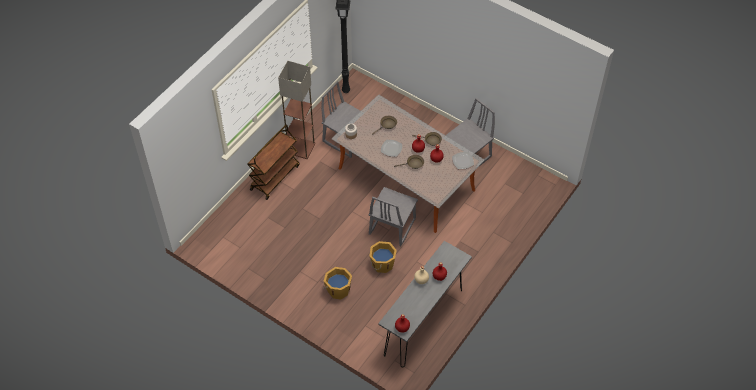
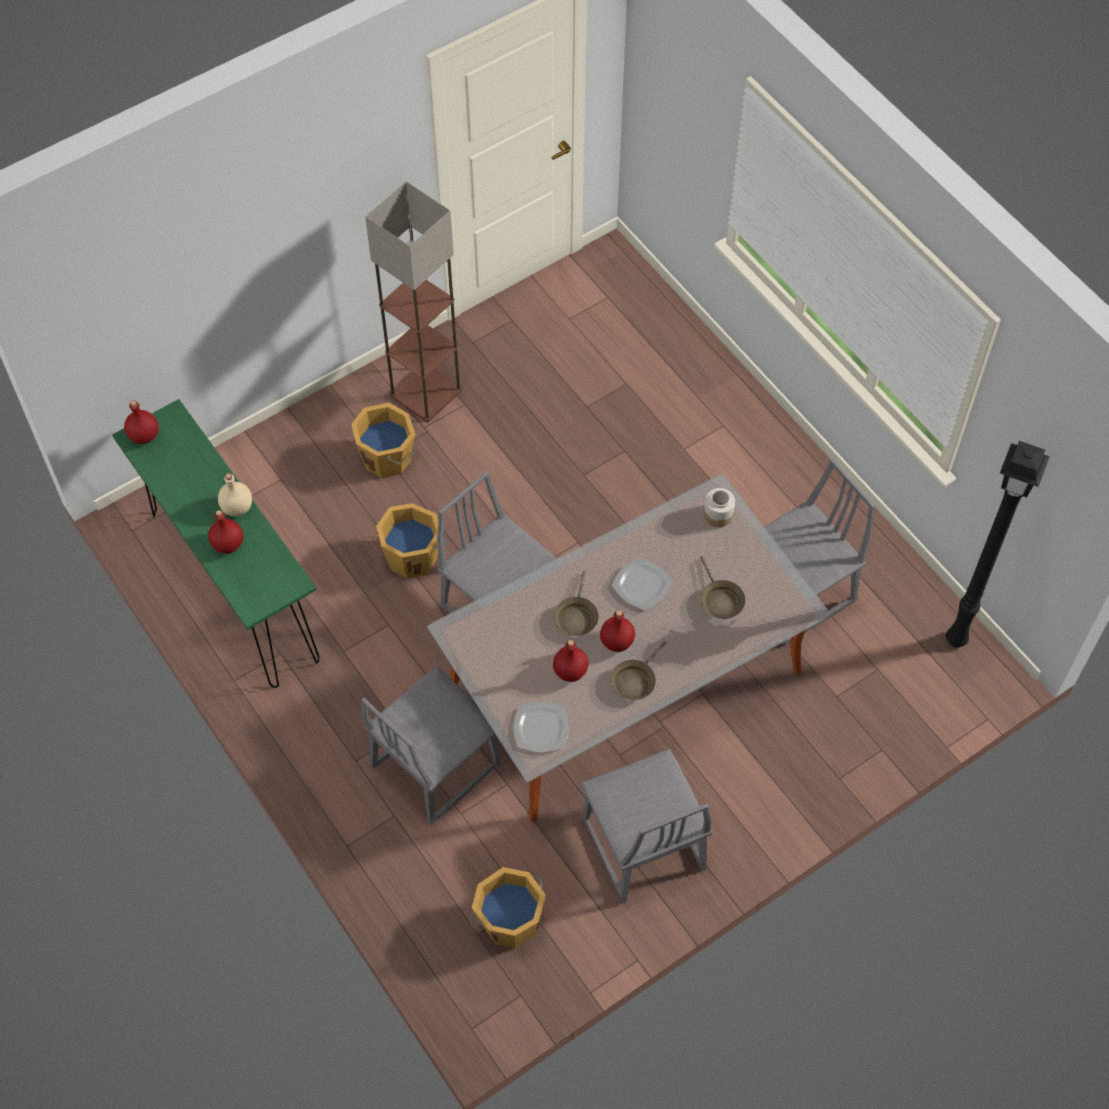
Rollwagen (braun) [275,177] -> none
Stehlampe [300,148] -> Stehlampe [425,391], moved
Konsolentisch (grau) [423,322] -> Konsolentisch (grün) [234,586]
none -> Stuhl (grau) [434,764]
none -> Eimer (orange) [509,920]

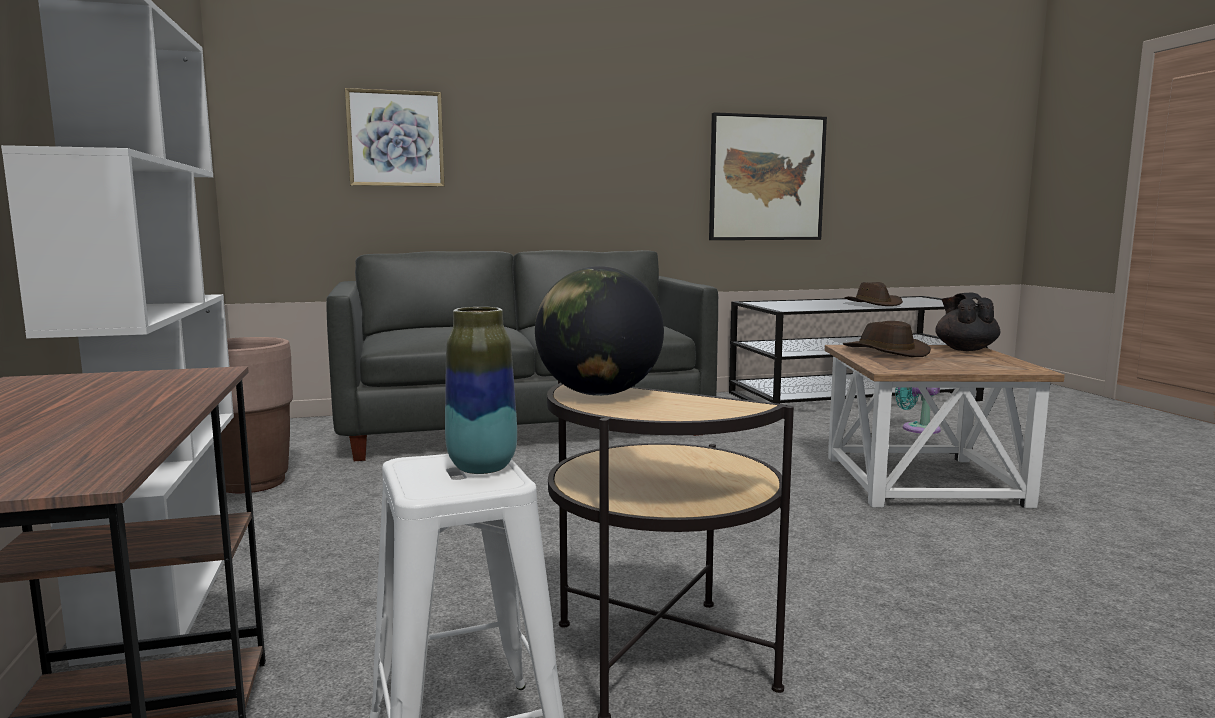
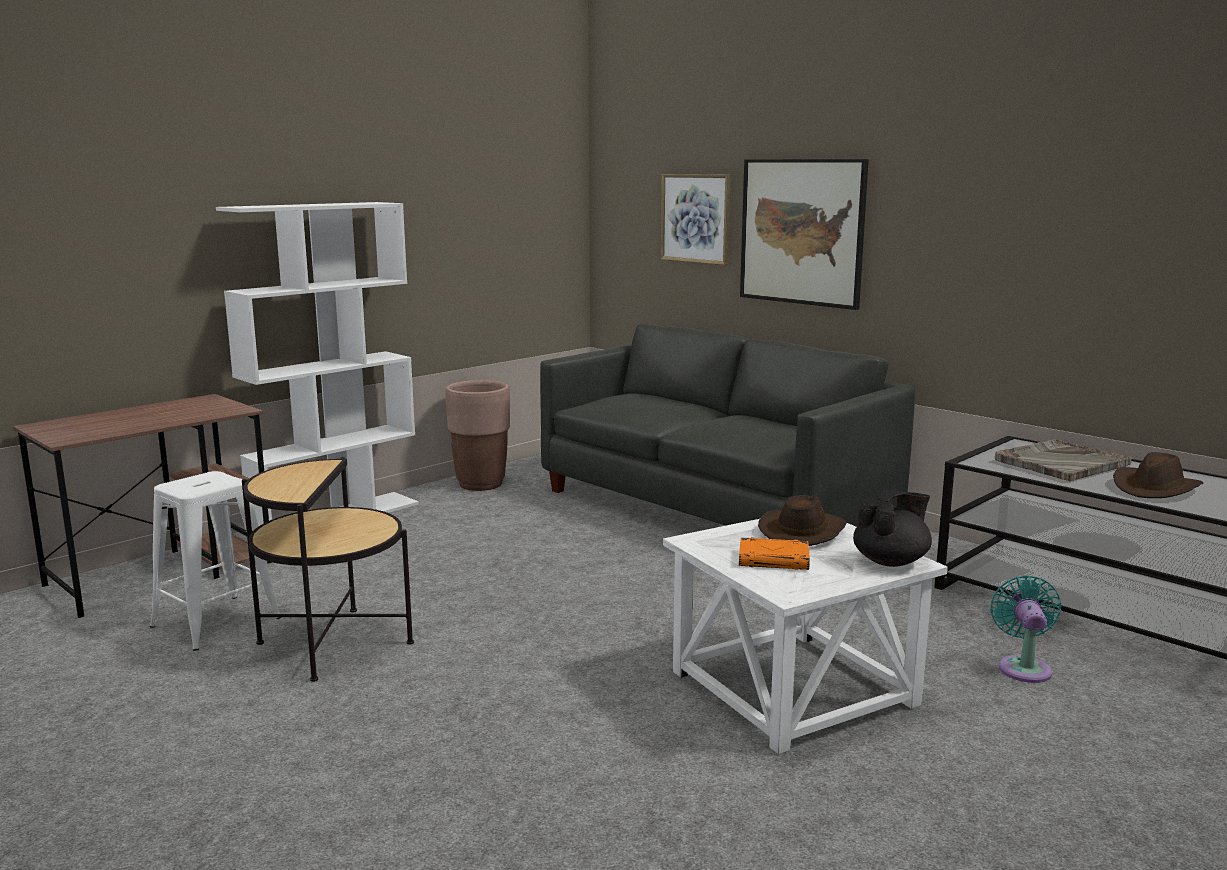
Vase [482,468] -> none
Globus [599,394] -> none
Bild [766,178] -> Bild [802,232], moved
Beistelltisch (braun) [924,480] -> Beistelltisch (weiß) [796,689]
none -> Buch (orange) [774,559]
none -> Tablett (grau) [1060,462]

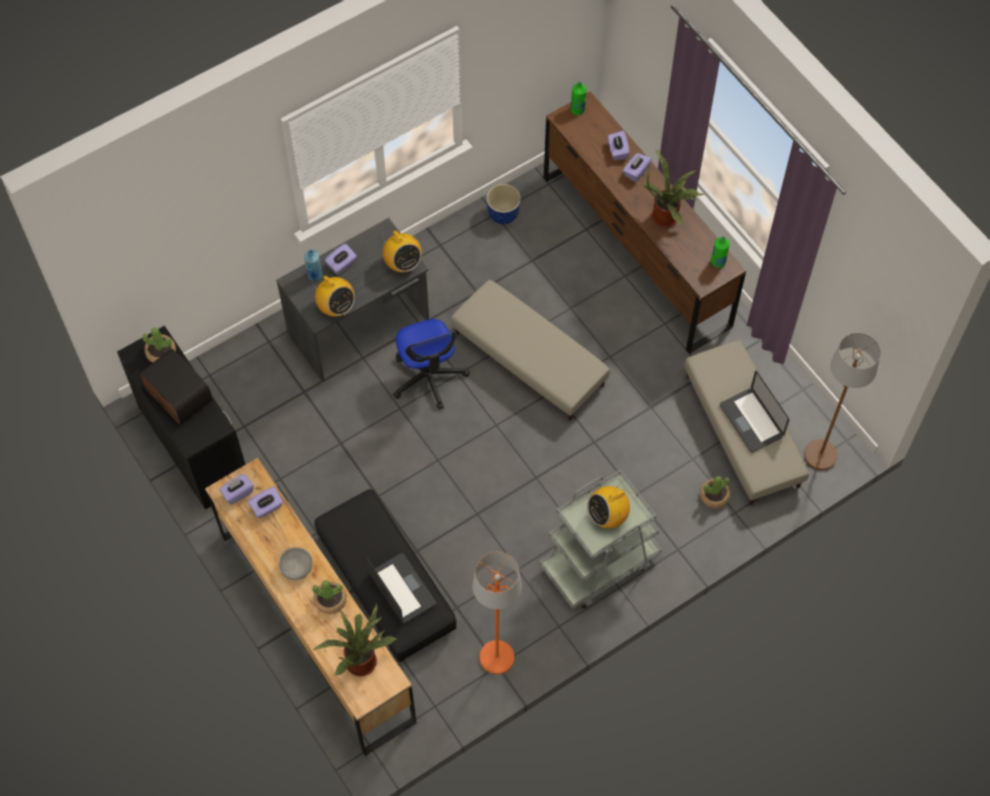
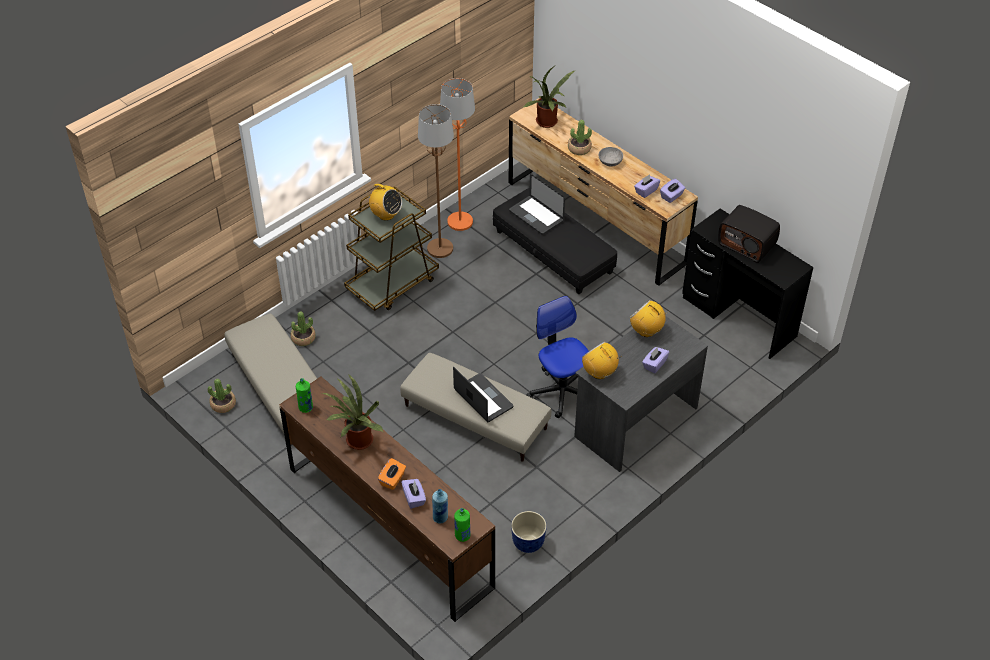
Topfpflanze [161,352] -> Topfpflanze [223,404], moved
Flasche (blau) [315,275] -> Flasche (blau) [440,517], moved
Rollwagen (grau) [599,563] -> Rollwagen (braun) [393,284]
Radio [607,516] -> Radio [386,215], 75 degrees clockwise
Taschentuchbox (lila) [636,172] -> Taschentuchbox (orange) [392,480]
Laptop [751,421] -> Laptop [483,399], moved
Stehlampe (braun) [820,455] -> Stehlampe (braun) [440,248], moved

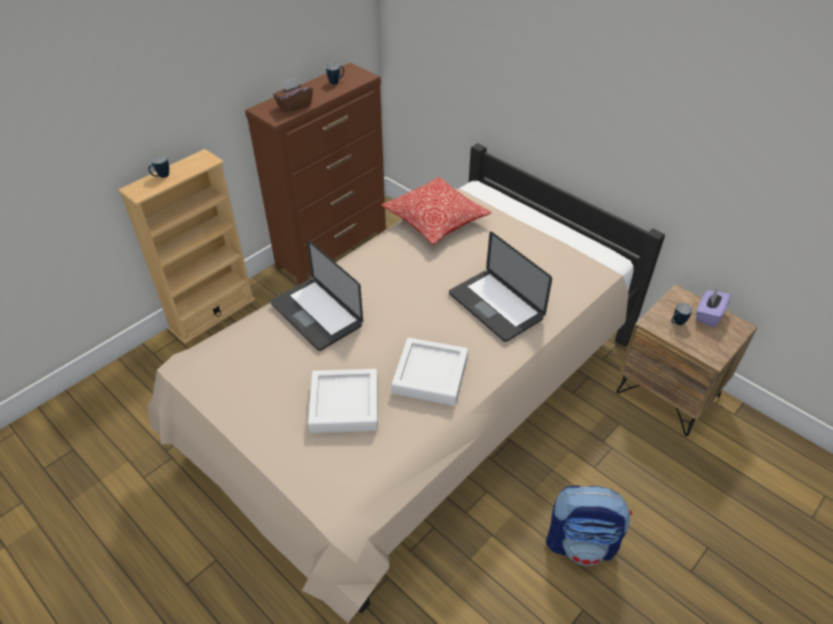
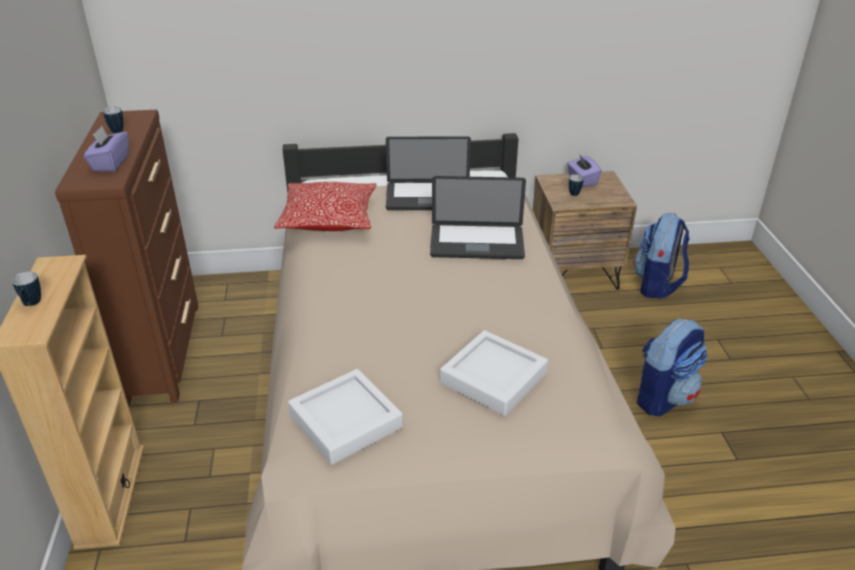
Laptop [316,315] -> Laptop [428,198], moved
Taschentuchbox (braun) [294,105] -> Taschentuchbox (lila) [110,163]
Tablett (weiß) [430,375] -> Tablett (weiß) [345,421], moved
none -> Rucksack [657,285]

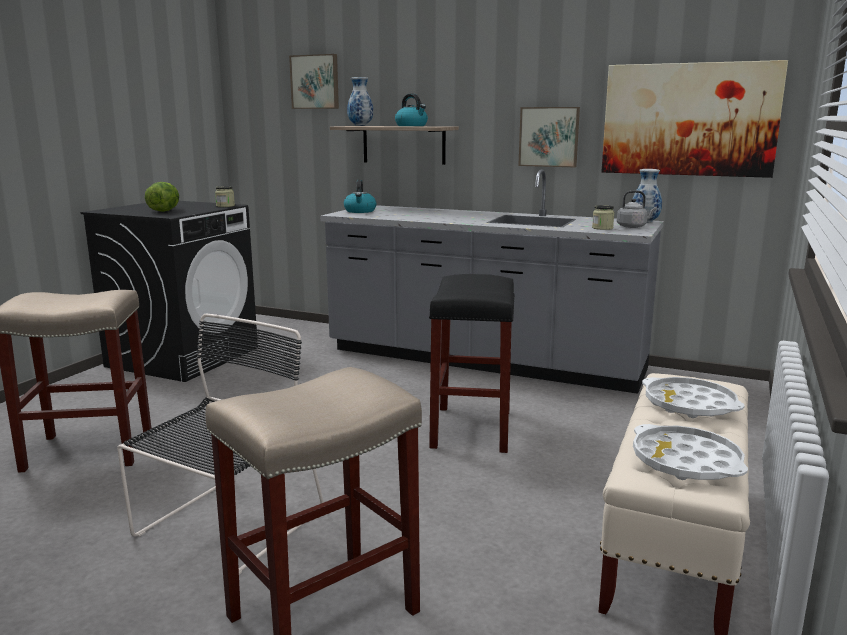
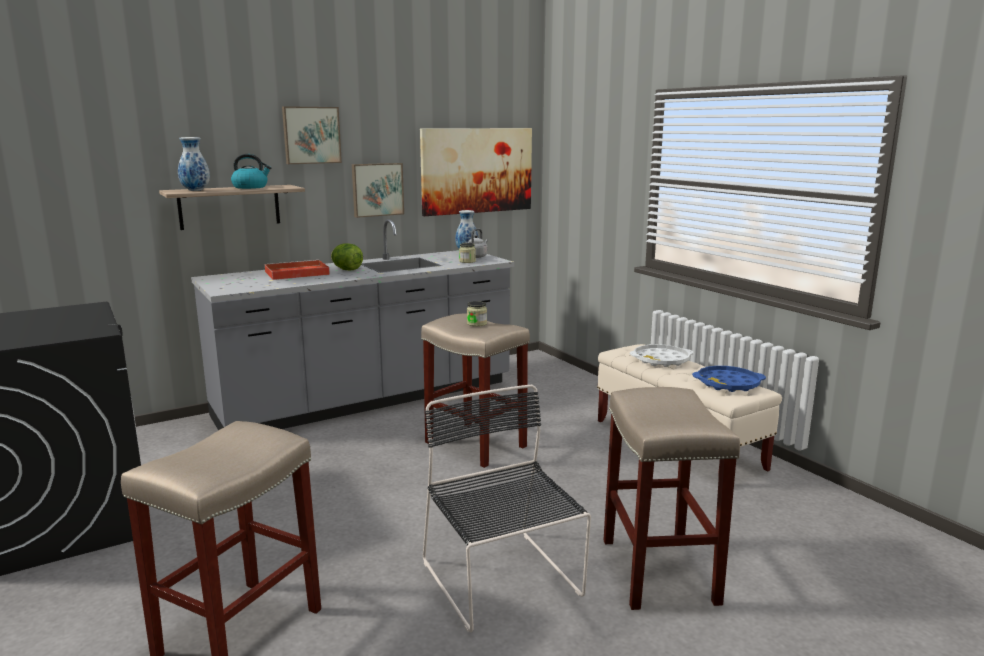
Salatkopf [164,211] -> Salatkopf [347,270], moved
Vorratsglas [225,206] -> Vorratsglas [477,324], moved
Bild [315,82] -> Bild [311,135], moved
Wasserkessel [360,211] -> none
Hocker (schwarz) [472,429] -> Hocker (beige) [477,444]
Tablett (weiß) [686,462] -> Tablett (blau) [728,384]
none -> Tablett (rot) [295,273]

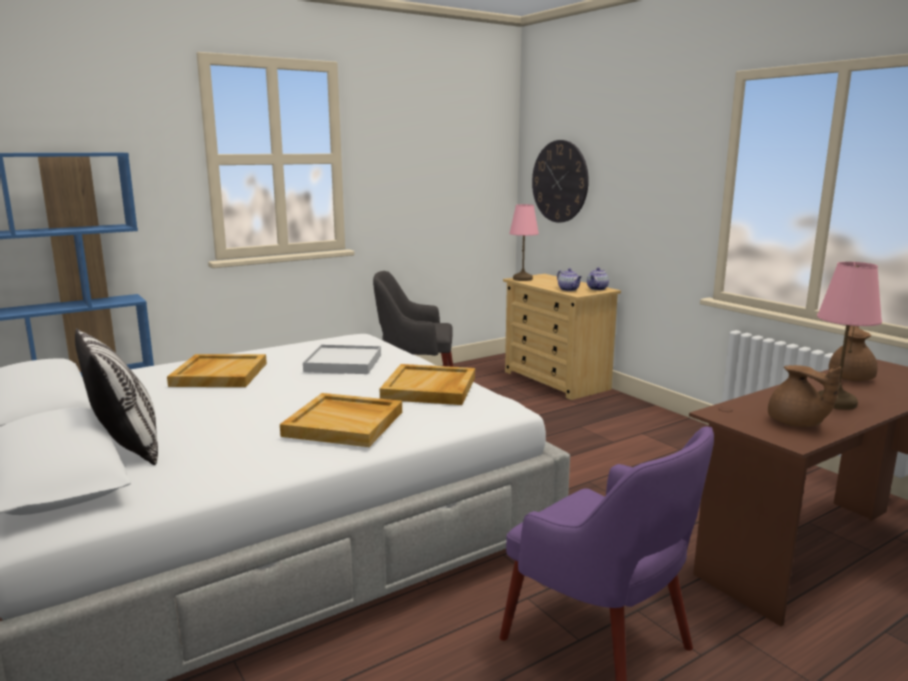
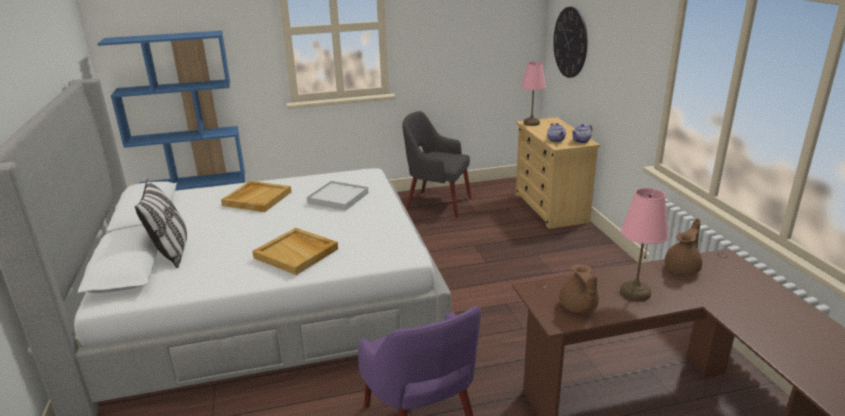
Tablett (beige) [430,388] -> none

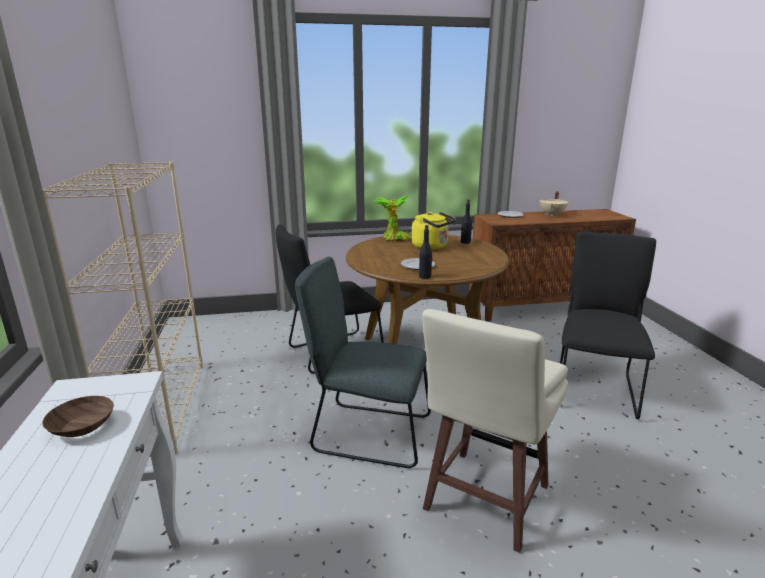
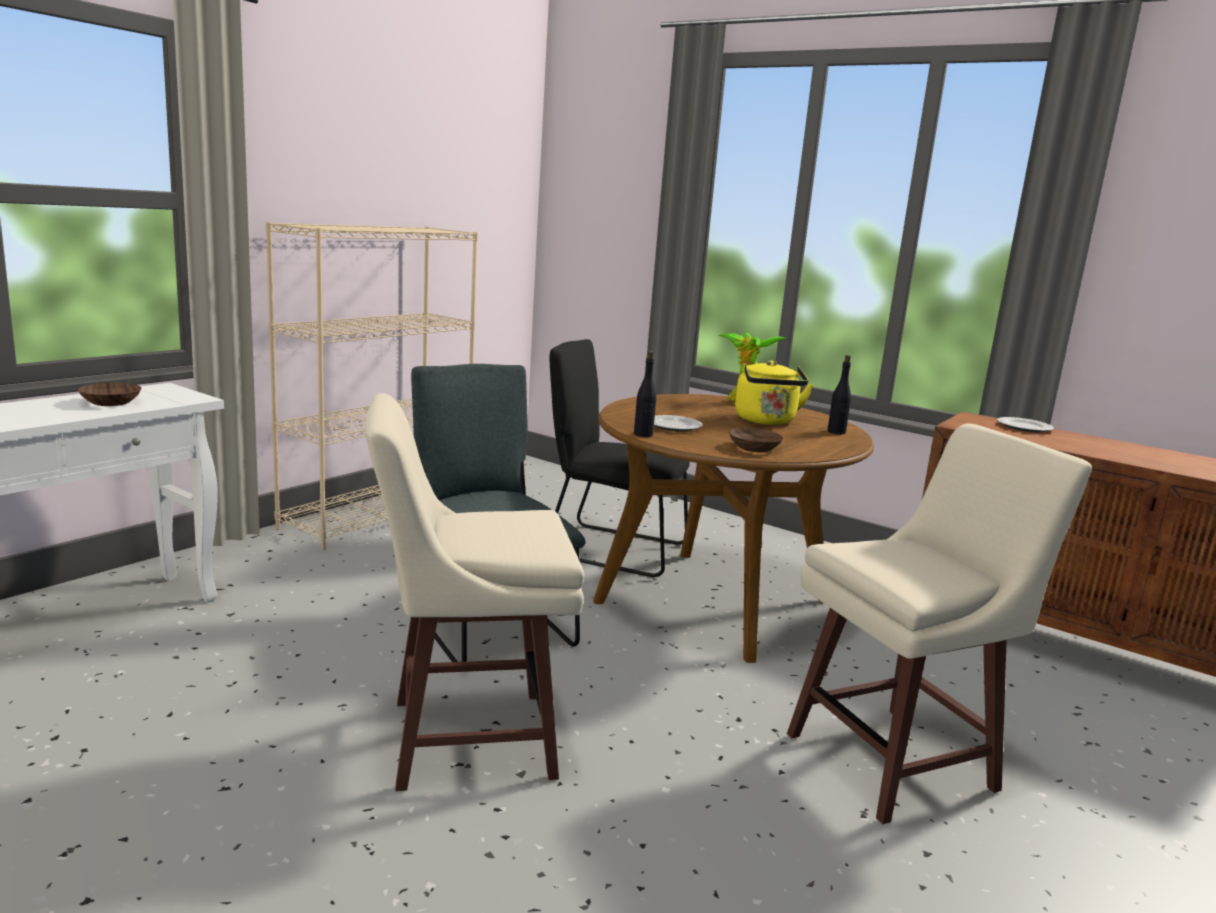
Kochtopf (beige) [553,215] -> none
Stuhl (schwarz) [594,387] -> Hocker (beige) [896,761]
none -> Schüssel (braun) [755,448]

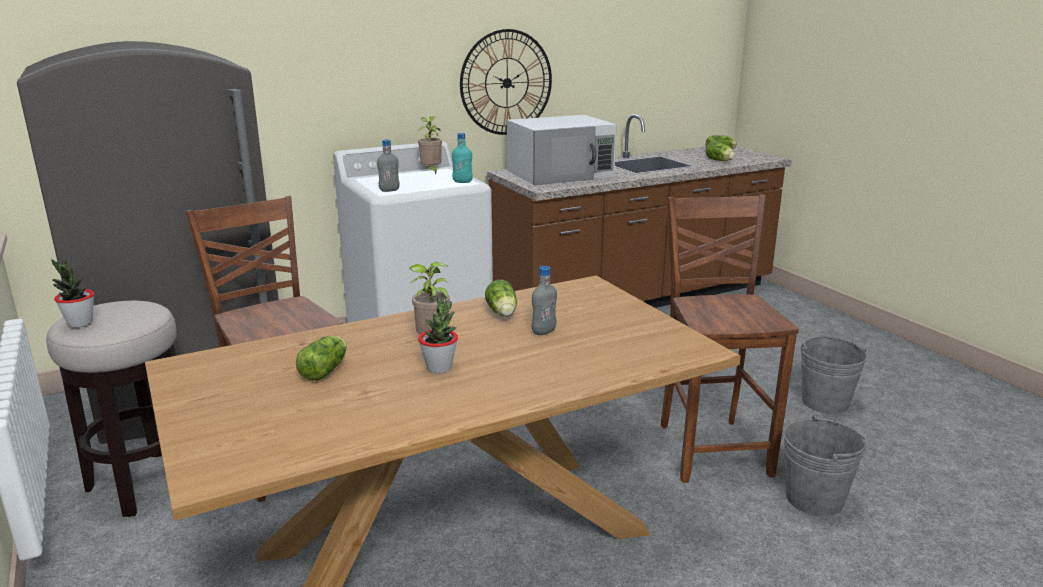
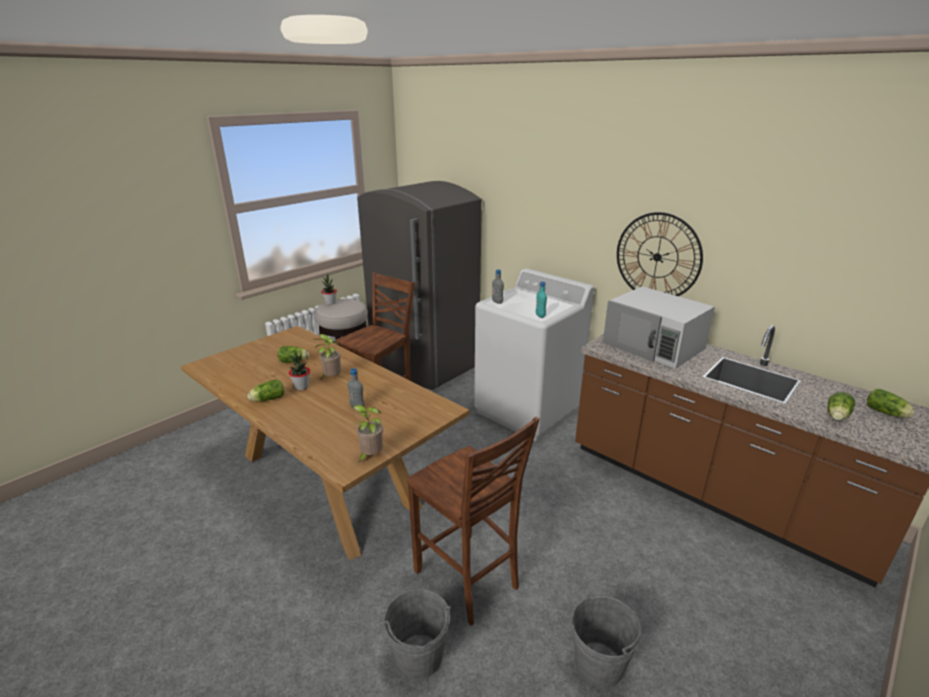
Topfpflanze [431,171] -> Topfpflanze [370,456], moved
Salatkopf [502,313] -> Salatkopf [267,399], moved
Stuhl (braun) [712,448] -> Stuhl (braun) [468,580], 75 degrees clockwise

